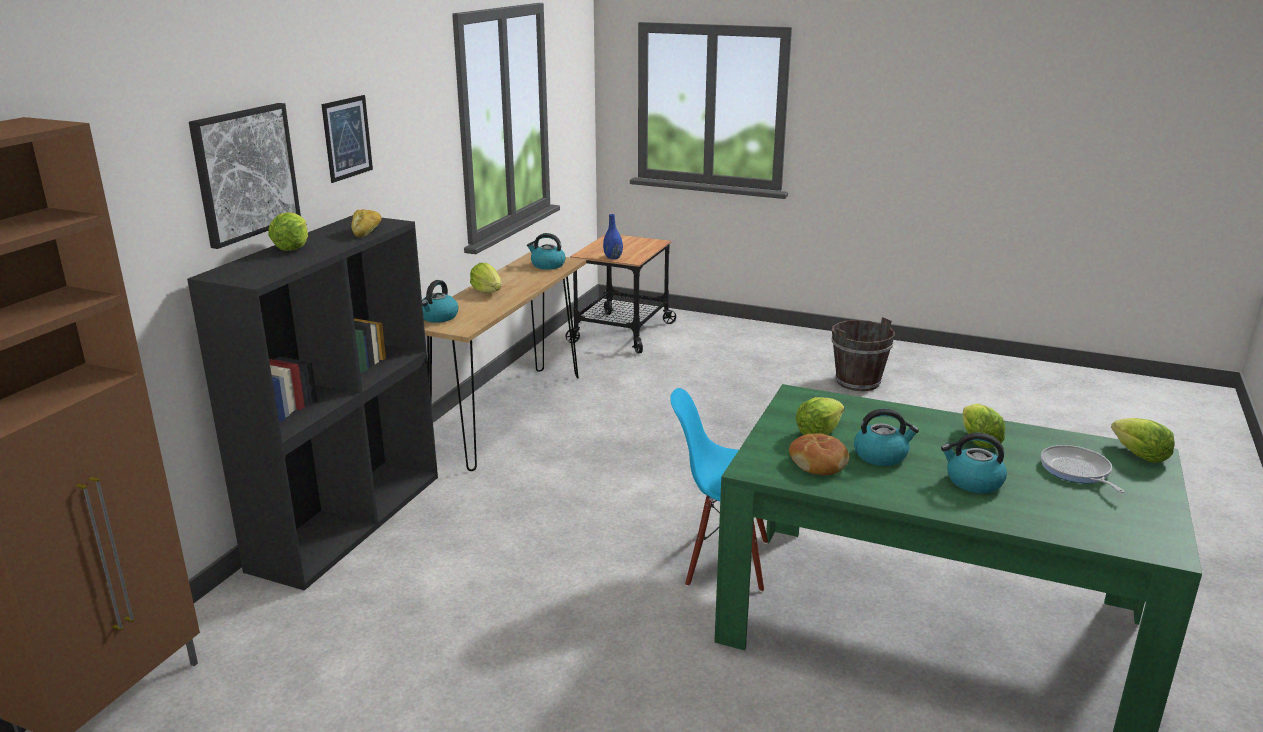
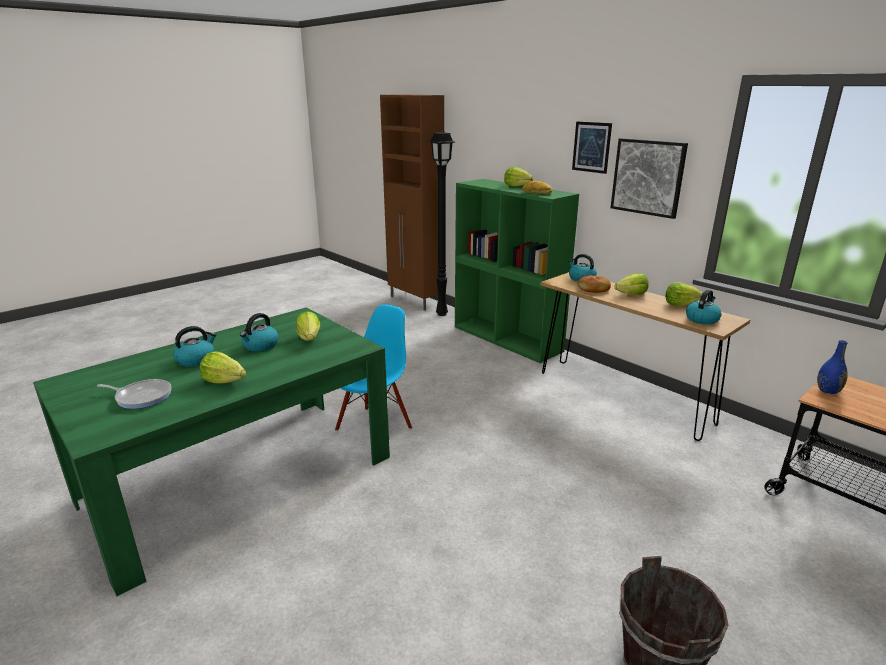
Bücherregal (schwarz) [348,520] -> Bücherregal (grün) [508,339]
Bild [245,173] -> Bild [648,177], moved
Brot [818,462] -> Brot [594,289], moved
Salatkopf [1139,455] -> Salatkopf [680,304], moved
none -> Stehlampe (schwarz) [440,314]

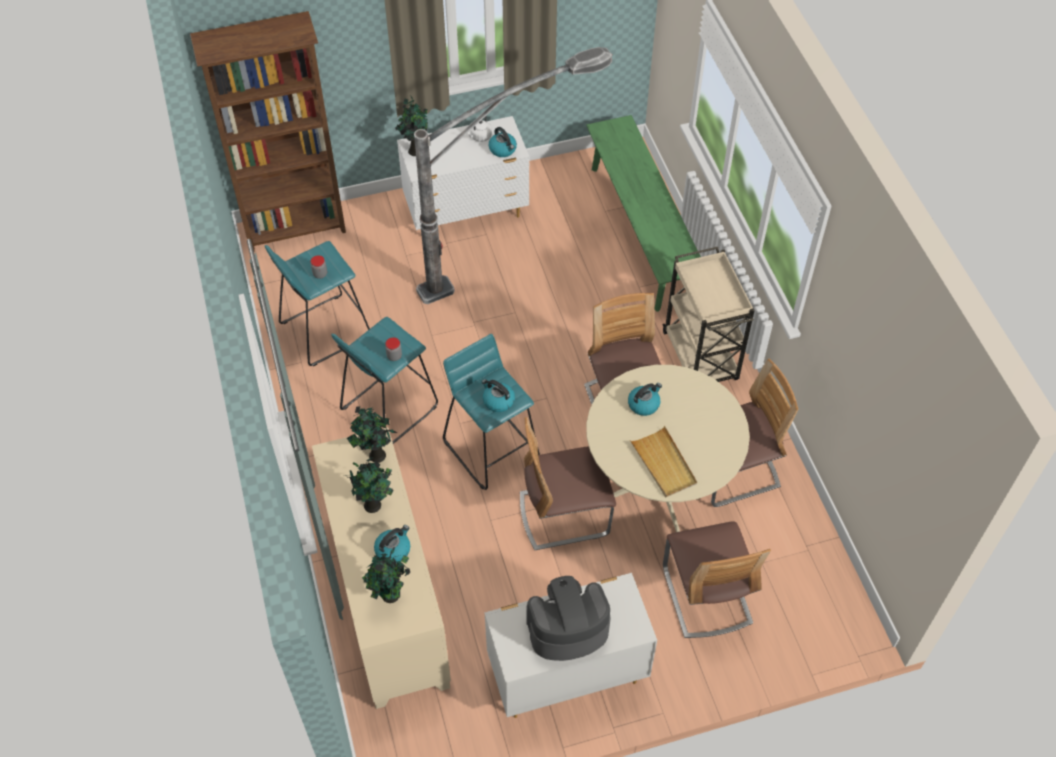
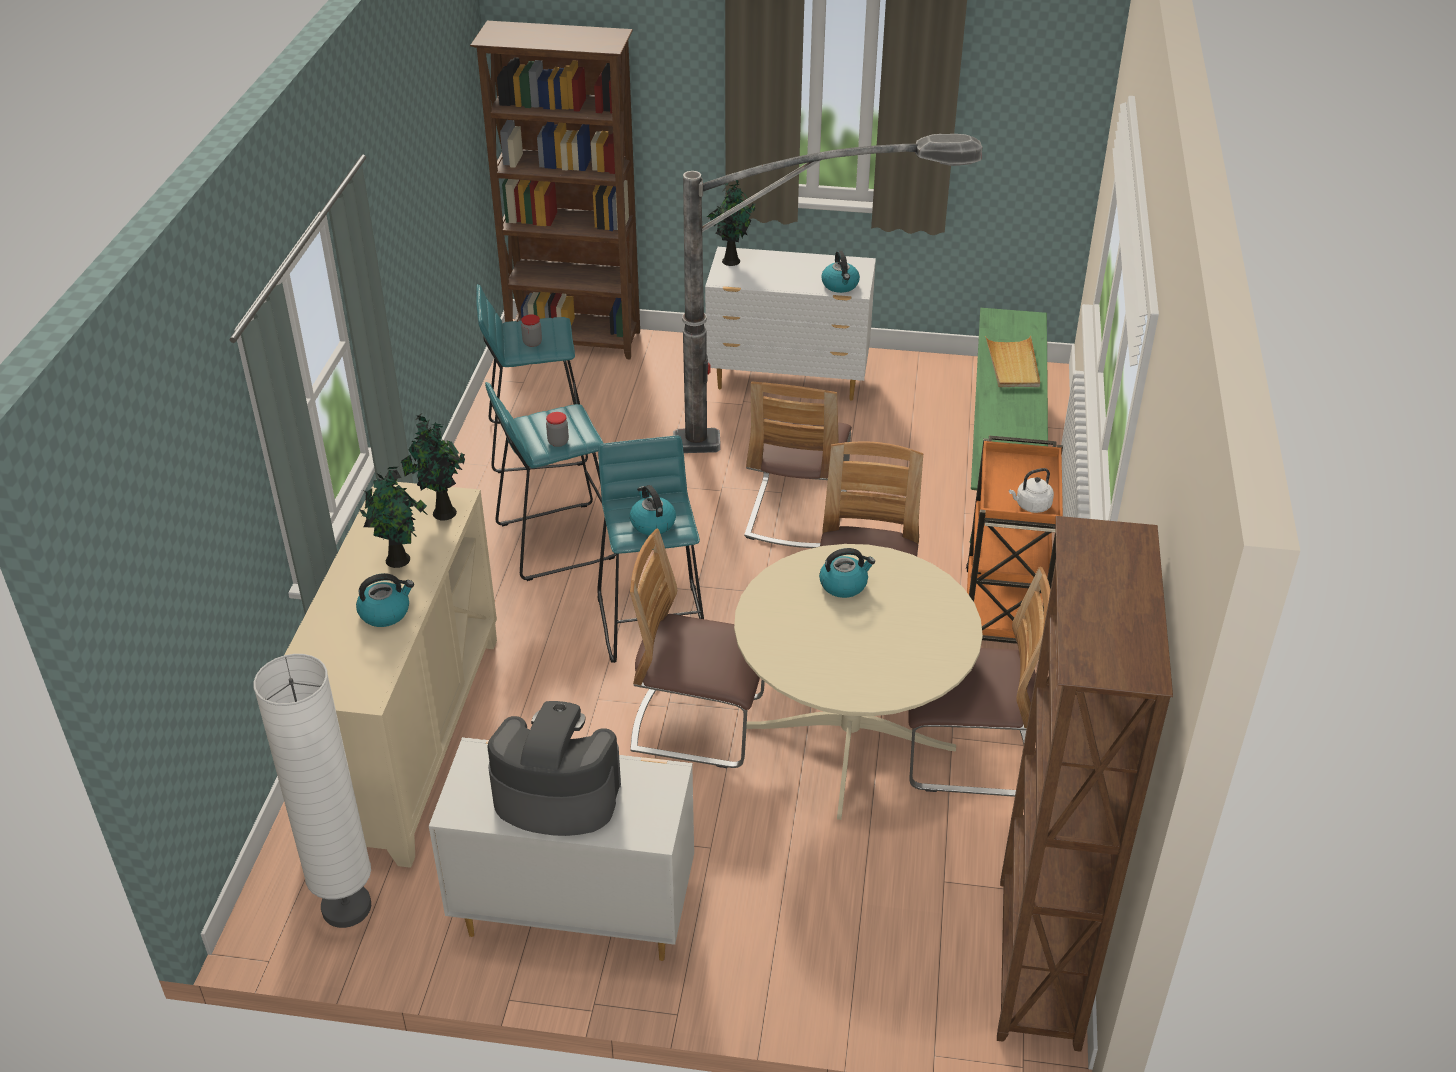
Topfpflanze [391,596] -> none
Wasserkessel (weiß) [480,137] -> Wasserkessel (weiß) [1031,506], moved
Tablett (beige) [663,464] -> Tablett (beige) [1013,365], moved
Rollwagen (beige) [701,358] -> Rollwagen (orange) [1002,613]
Stuhl [706,595] -> Stuhl [796,513], moved
none -> Stehlampe (weiß) [346,908]
none -> Bücherregal (braun) [1036,963]

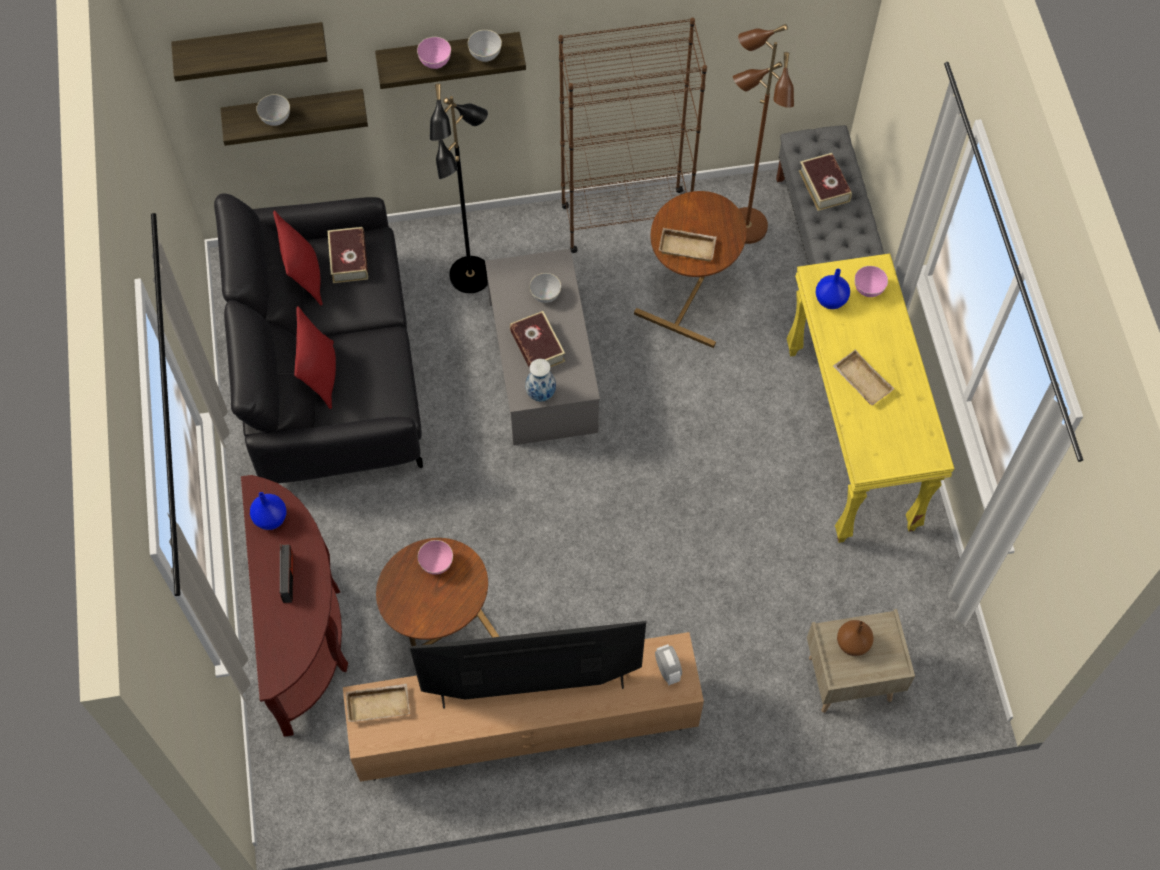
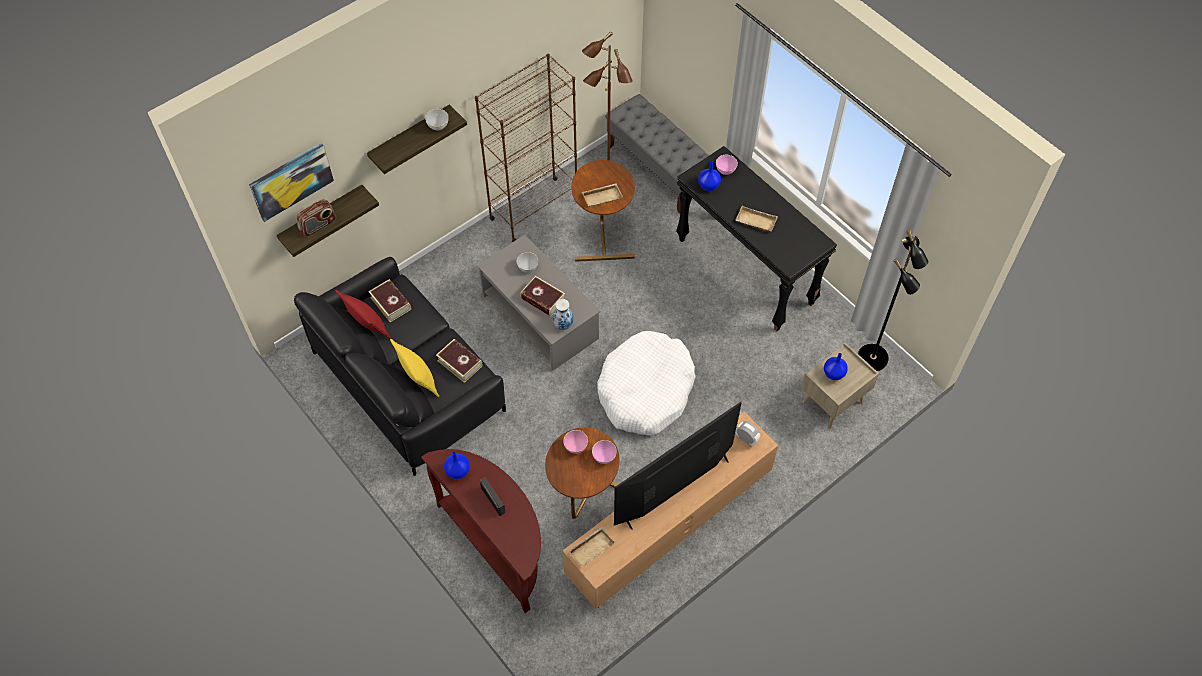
Wandregal [251,47] -> Bild [291,181]
Schüssel (grau) [276,119] -> Radio [318,226]
Kissen (rot) [321,375] -> Kissen (gelb) [419,380]
Schüssel (rosa) [435,62] -> Schüssel (rosa) [604,457], moved
Stehlampe (schwarz) [471,276] -> Stehlampe (schwarz) [873,358], moved
Konsolentisch (gelb) [851,439] -> Konsolentisch (schwarz) [746,271]
Buch [824,186] -> Buch [460,363], moved
Vase (braun) [853,644] -> Vase (blau) [834,374]
none -> Hundebett (weiß) [645,390]

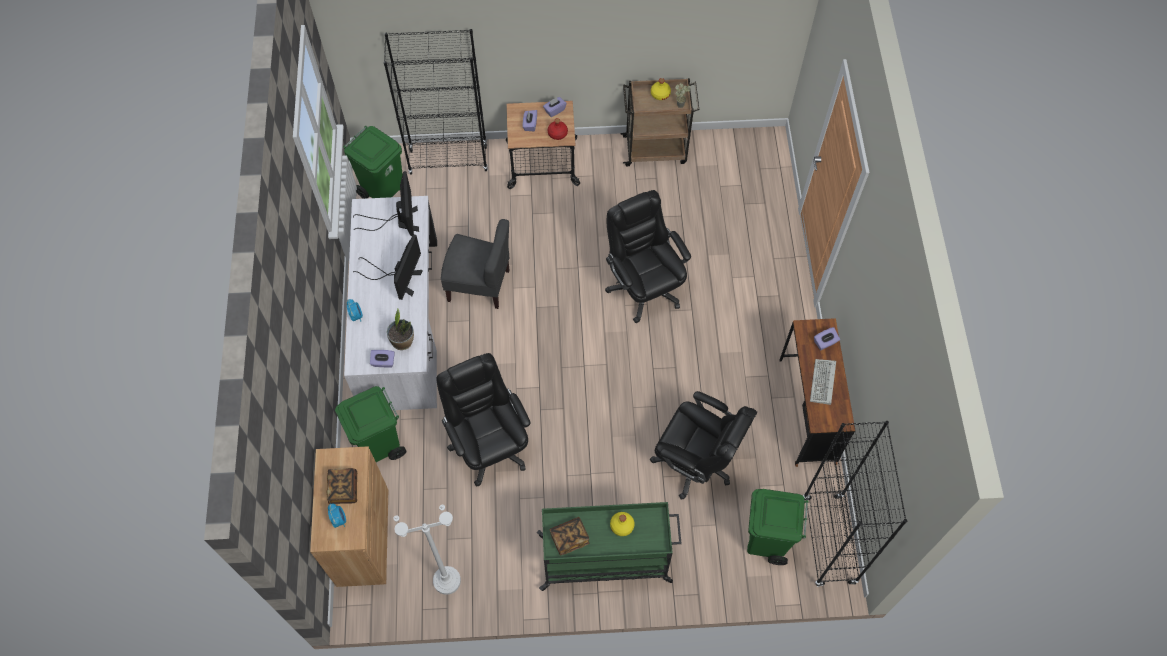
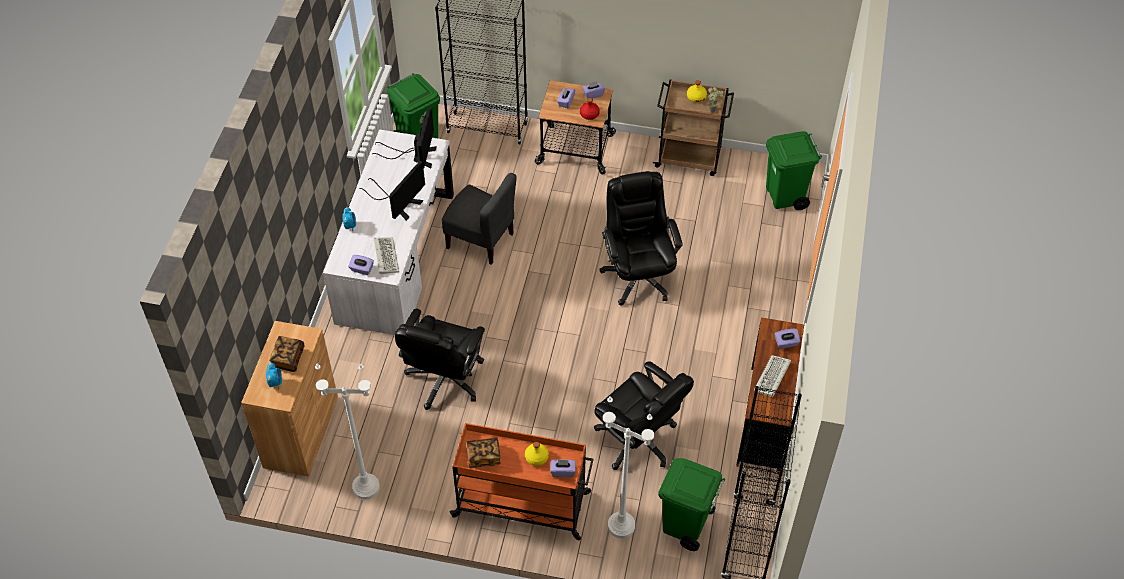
Mülleimer (grün) [380,444] -> Mülleimer (grün) [785,196], moved
Topfpflanze [403,341] -> Tastatur [385,256]
Bürostuhl (schwarz) [489,445] -> Bürostuhl (schwarz) [444,380], 150 degrees counterclockwise
Rollwagen (grün) [606,559] -> Rollwagen (orange) [523,505]
none -> Taschentuchbox (lila) [562,471]
none -> Stehlampe (weiß) [621,526]

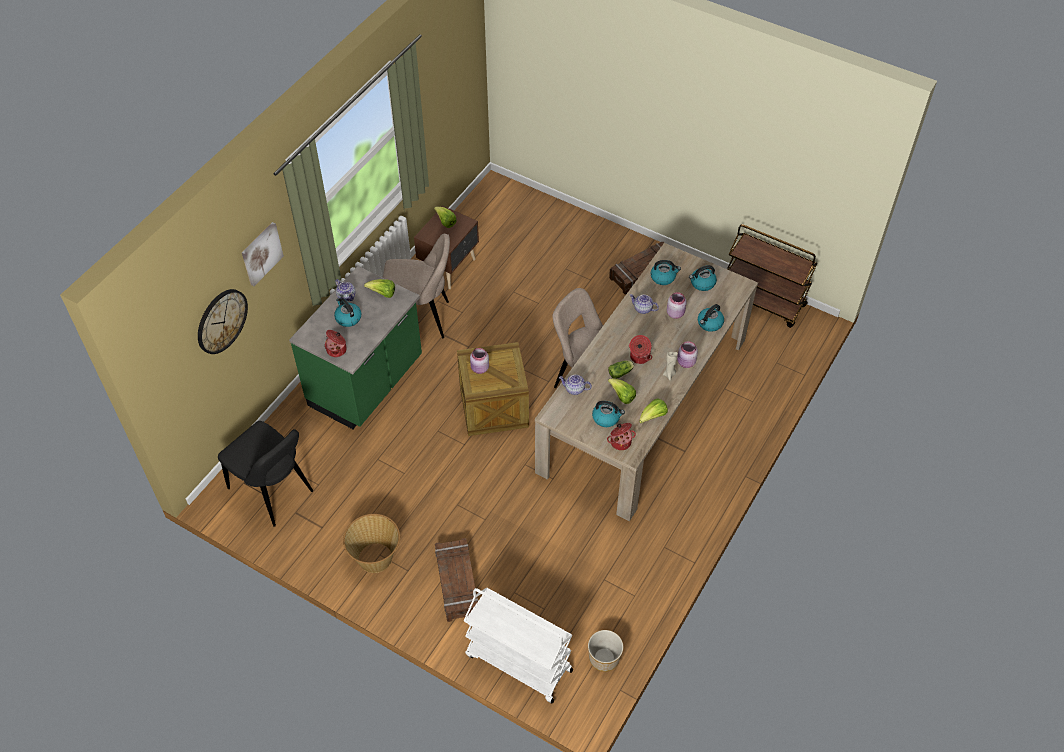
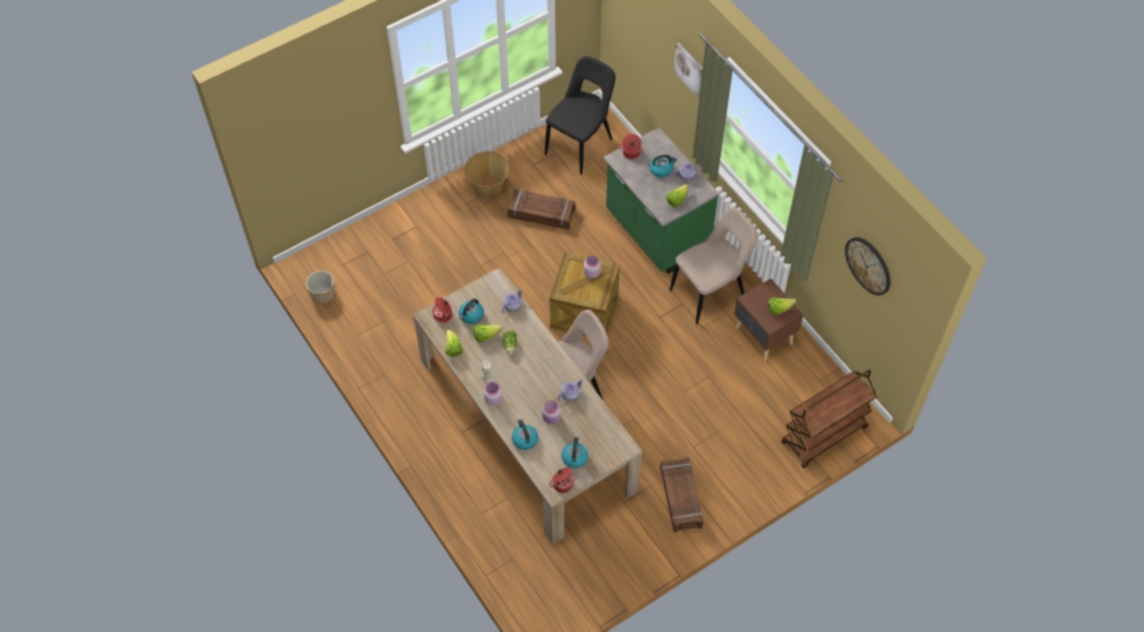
Wanduhr [221,321] -> Wanduhr [868,265], moved
Stuhl (schwarz) [273,492] -> Stuhl (schwarz) [581,145], 150 degrees clockwise
Stuhl (beige) [419,318] -> Stuhl (beige) [710,292], 150 degrees counterclockwise
Kiste [457,583] -> Kiste [541,214], moved
Rollwagen (weiß) [518,663] -> none
Kochtopf [639,357] -> Kochtopf [562,484], moved
Wasserkessel [663,277] -> none
Rollwagen (braun) [762,301] -> Rollwagen (braun) [824,436], moved

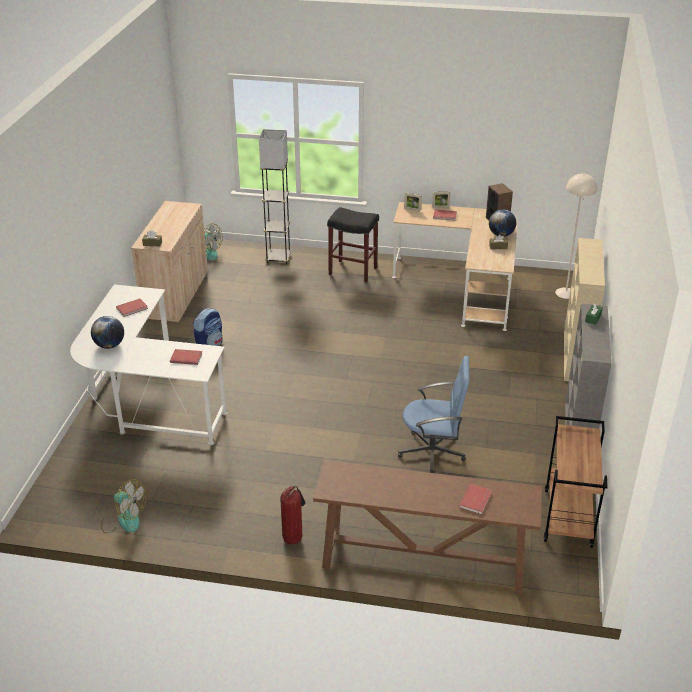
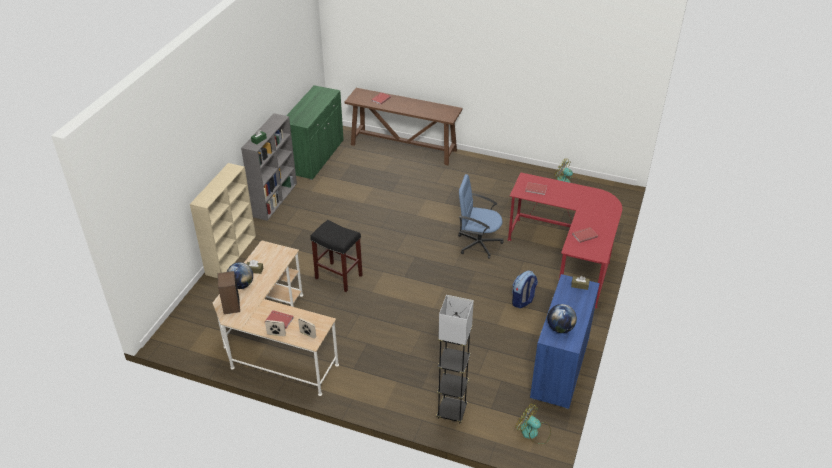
Schreibtisch (weiß) [146,400] -> Schreibtisch (rot) [568,256]
Globus [109,345] -> Globus [560,328], moved
Schrank (beige) [176,295] -> Schrank (blau) [560,367]
Feuerlöscher [293,537] -> none
Hocker (schwarz) [352,271] -> Hocker (schwarz) [339,277], moved
Bürostuhl (blau) [433,452] -> Bürostuhl (blau) [478,243], moved
Rollwagen (braun) [568,518] -> Schrank (grün) [316,157]
Stehlampe (beige) [566,293] -> none

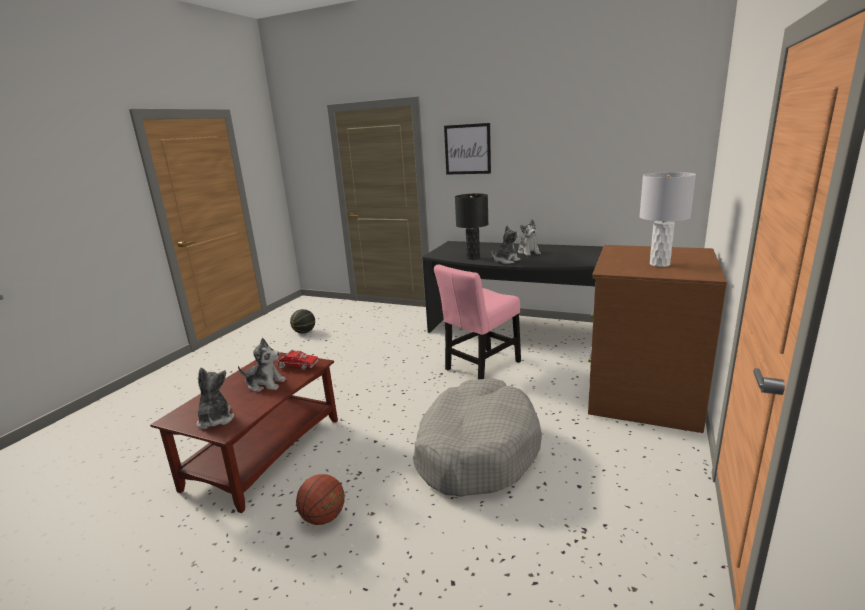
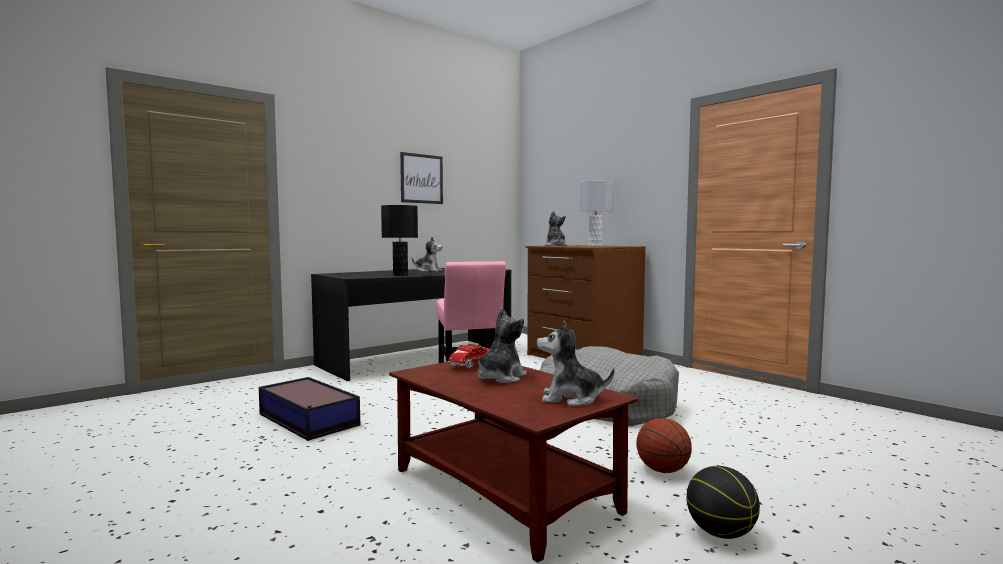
Basketball [304,332] -> Basketball [720,533], moved
Bild [467,149] -> Bild [421,179], moved
Plüschtier [506,261] -> Plüschtier [555,246], moved
none -> Aufbewahrungsbox [308,420]

